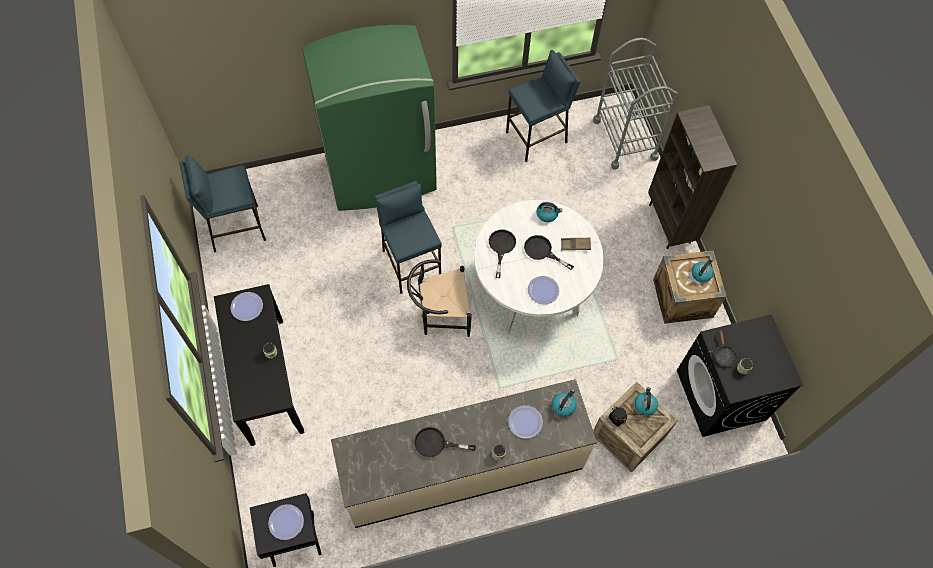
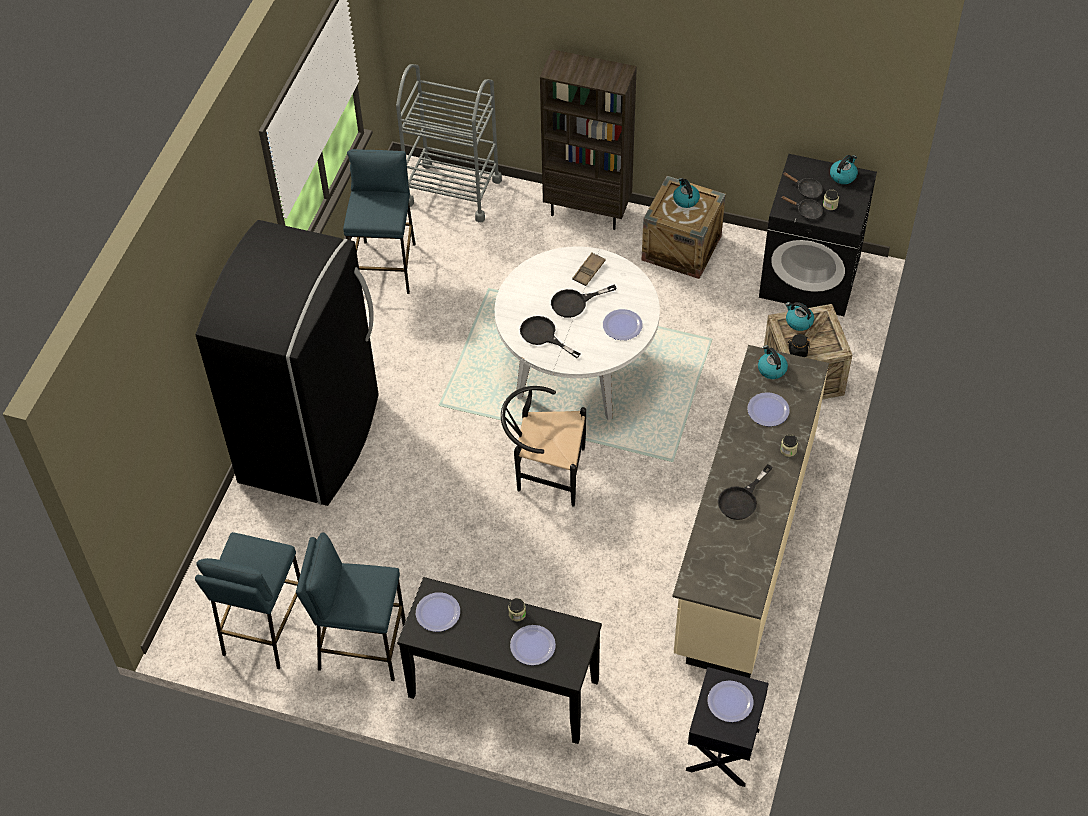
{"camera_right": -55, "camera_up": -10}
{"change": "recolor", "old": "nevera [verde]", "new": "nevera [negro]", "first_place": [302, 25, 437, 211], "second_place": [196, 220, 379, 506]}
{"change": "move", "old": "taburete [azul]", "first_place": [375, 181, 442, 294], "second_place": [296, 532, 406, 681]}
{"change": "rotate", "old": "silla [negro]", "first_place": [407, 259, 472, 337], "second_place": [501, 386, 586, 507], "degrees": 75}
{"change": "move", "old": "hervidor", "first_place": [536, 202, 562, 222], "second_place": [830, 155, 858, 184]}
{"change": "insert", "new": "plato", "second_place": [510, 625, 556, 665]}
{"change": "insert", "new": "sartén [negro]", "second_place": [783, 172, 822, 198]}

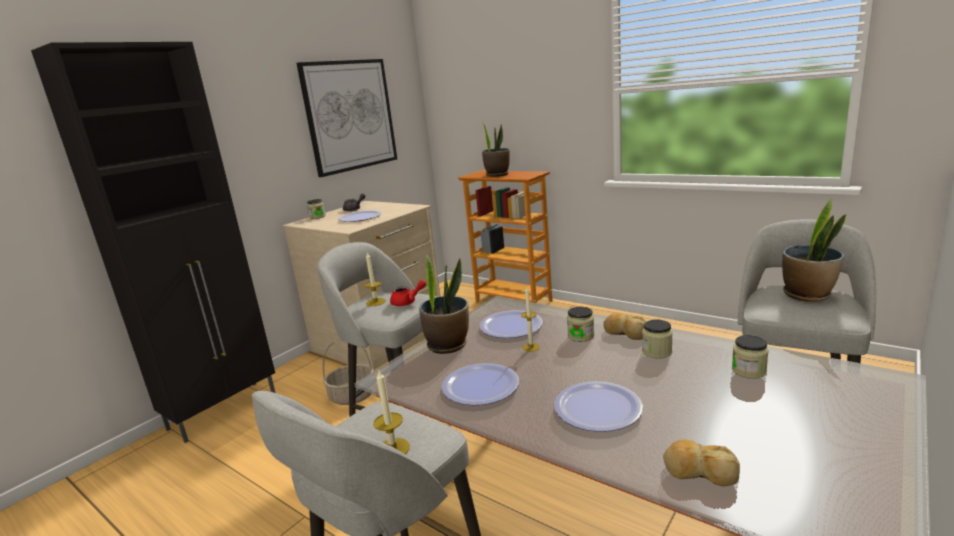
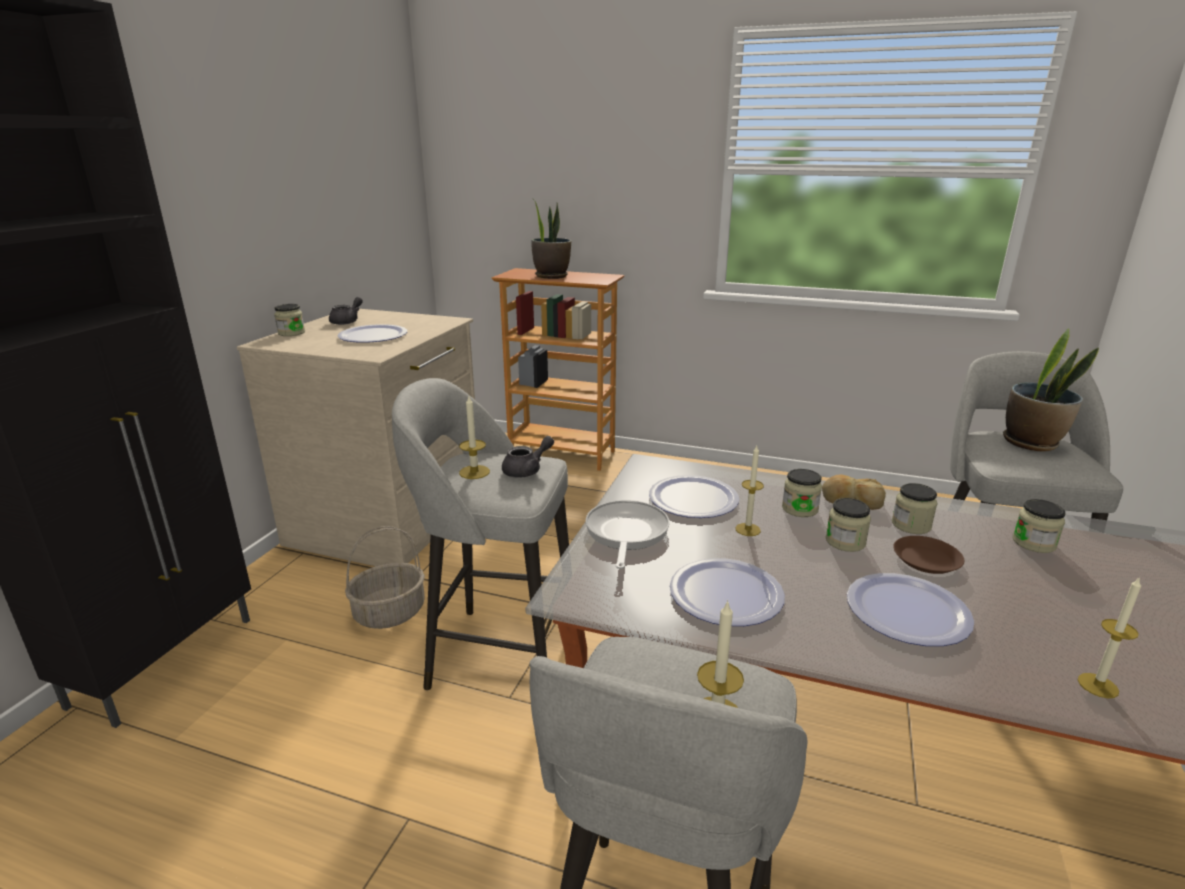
{"camera_right": -20, "camera_up": 5}
{"change": "delete", "old": "cuadro", "first_place": [296, 59, 397, 177]}
{"change": "recolor", "old": "tetera [rojo]", "new": "tetera [gris]", "first_place": [390, 280, 426, 306], "second_place": [502, 436, 554, 478]}
{"change": "replace", "old": "planta en maceta", "new": "sartén", "first_place": [419, 255, 469, 354], "second_place": [585, 500, 670, 569]}
{"change": "replace", "old": "pan", "new": "vela", "first_place": [663, 440, 740, 486], "second_place": [1078, 577, 1141, 698]}
{"change": "insert", "new": "tarro", "second_place": [826, 498, 871, 552]}
{"change": "insert", "new": "plato [marrón]", "second_place": [893, 536, 964, 574]}

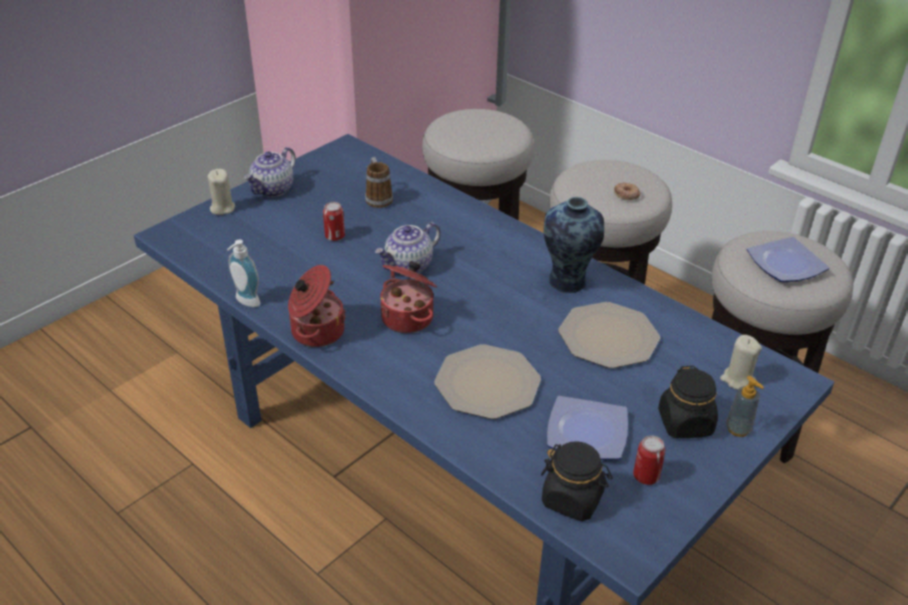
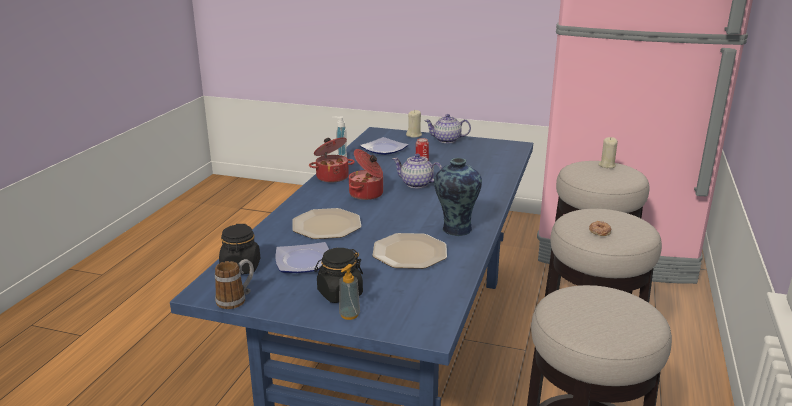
{"camera_right": 65, "camera_up": -15}
{"change": "move", "old": "taza grande", "first_place": [365, 157, 393, 208], "second_place": [215, 259, 254, 309]}
{"change": "delete", "old": "lata", "first_place": [633, 435, 666, 485]}
{"change": "move", "old": "vela [beis]", "first_place": [720, 335, 762, 390], "second_place": [598, 137, 618, 168]}
{"change": "move", "old": "plato", "first_place": [747, 237, 829, 282], "second_place": [360, 137, 408, 155]}

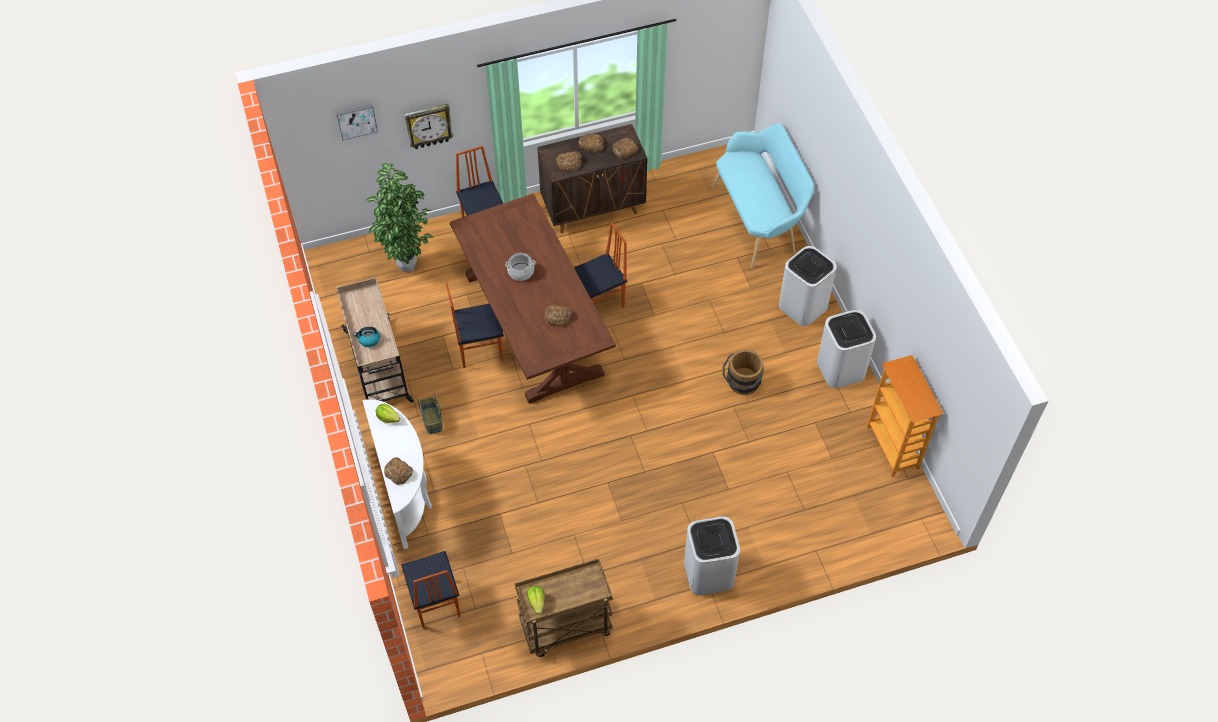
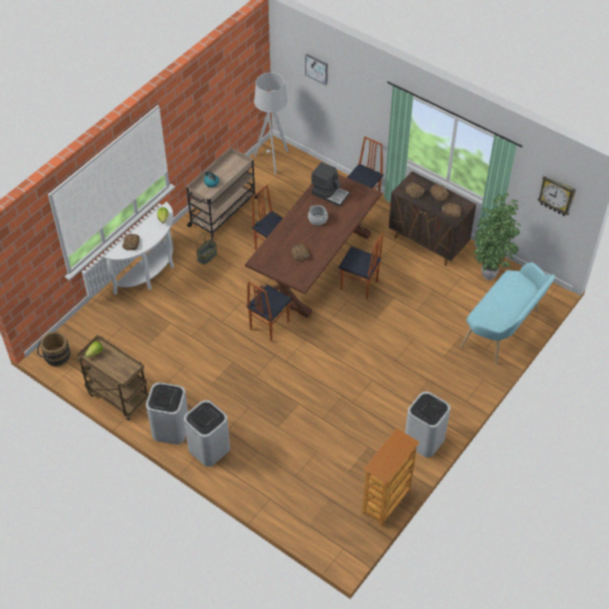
{"camera_right": 55, "camera_up": -5}
{"change": "move", "old": "planta en maceta", "first_place": [366, 163, 433, 272], "second_place": [474, 193, 522, 280]}
{"change": "move", "old": "silla", "first_place": [401, 551, 461, 629], "second_place": [247, 281, 292, 341]}
{"change": "move", "old": "reloj de pared", "first_place": [404, 103, 453, 149], "second_place": [538, 174, 576, 216]}
{"change": "move", "old": "cubo [marrón]", "first_place": [723, 350, 764, 395], "second_place": [37, 331, 70, 367]}
{"change": "move", "old": "papelera [blanco]", "first_place": [779, 246, 837, 326], "second_place": [146, 382, 188, 444]}
{"change": "insert", "new": "lámpara de pie [gris]", "second_place": [254, 72, 288, 174]}
{"change": "insert", "new": "cafetera", "second_place": [311, 162, 349, 207]}

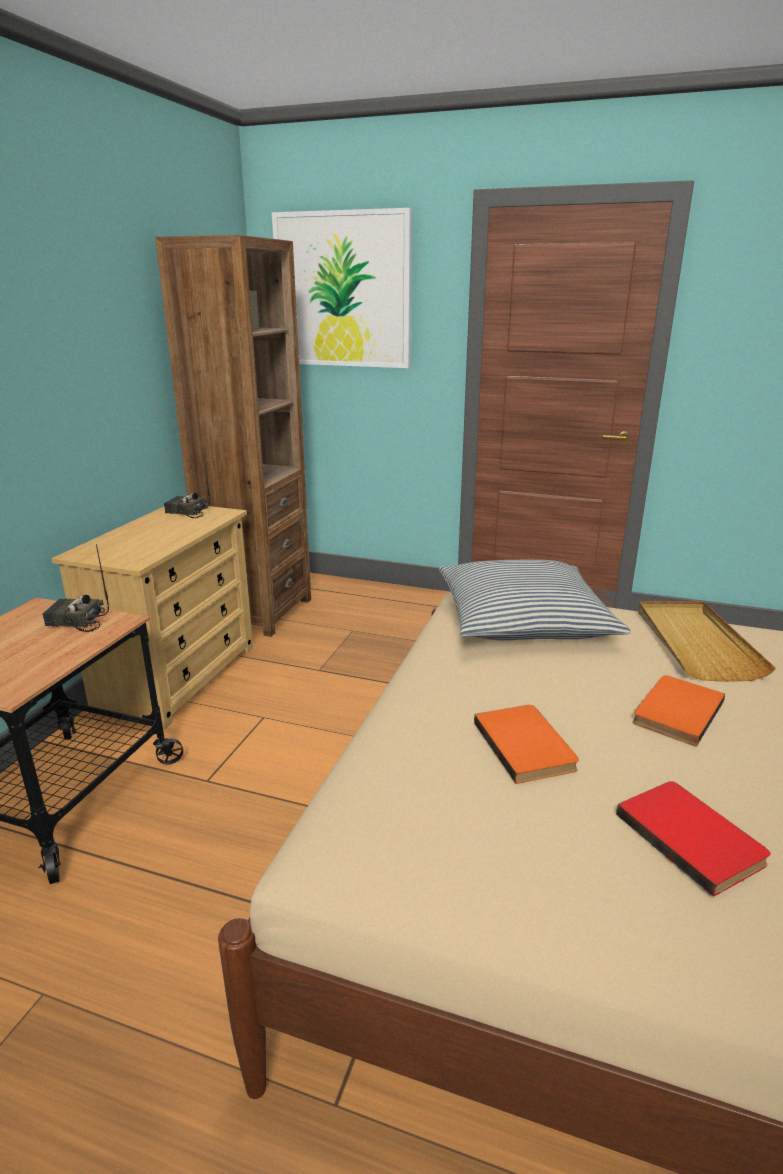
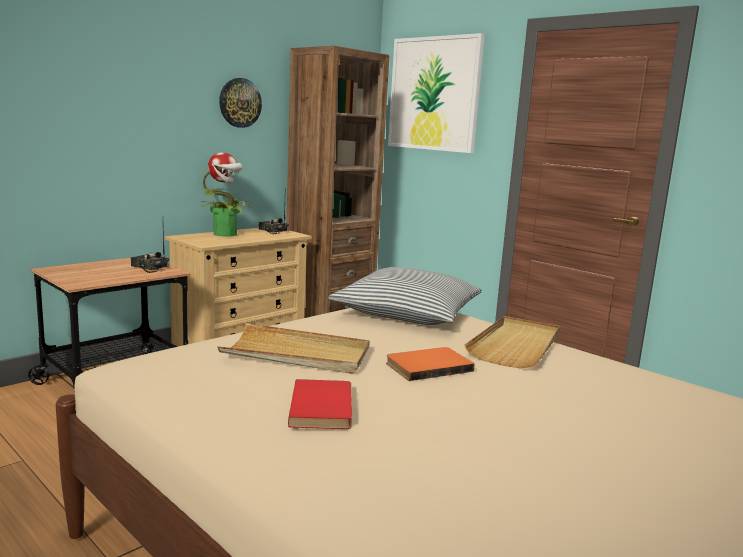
{"camera_right": 25, "camera_up": -10}
{"change": "replace", "old": "libro [naranja]", "new": "bandeja [beis]", "first_place": [474, 705, 579, 784], "second_place": [218, 323, 370, 374]}
{"change": "insert", "new": "planta en maceta", "second_place": [202, 152, 253, 236]}
{"change": "insert", "new": "reloj de pared", "second_place": [219, 78, 262, 128]}

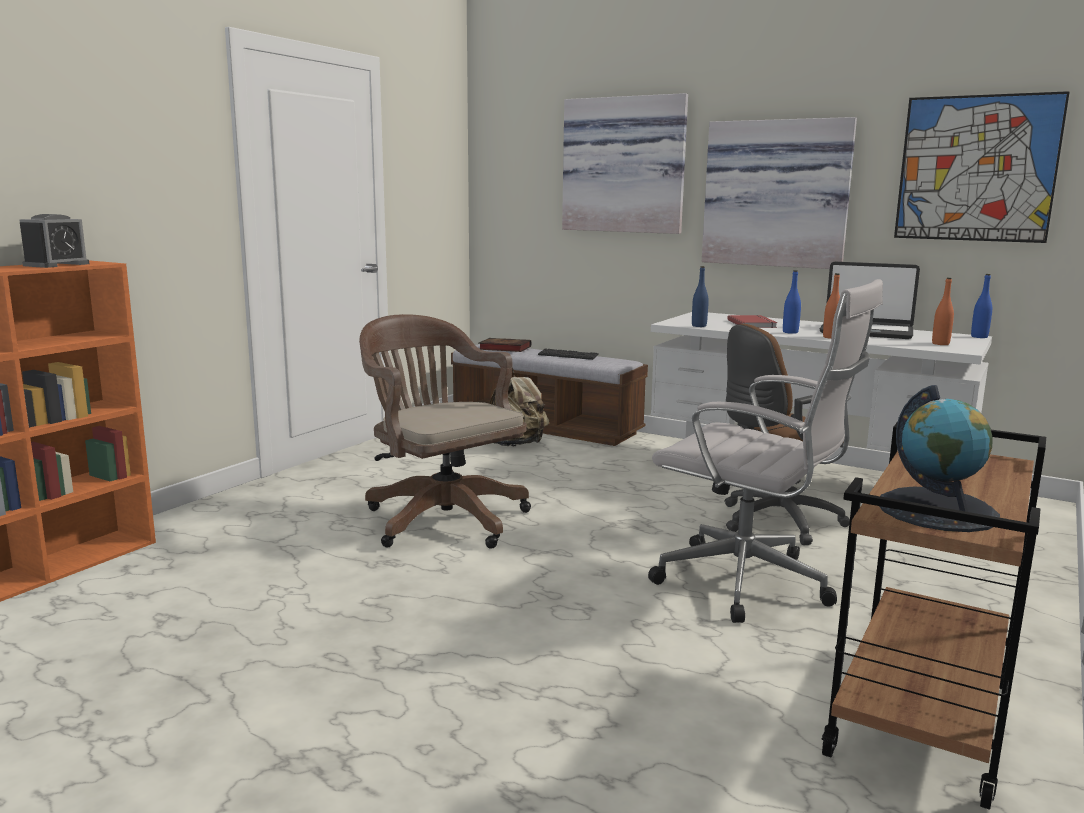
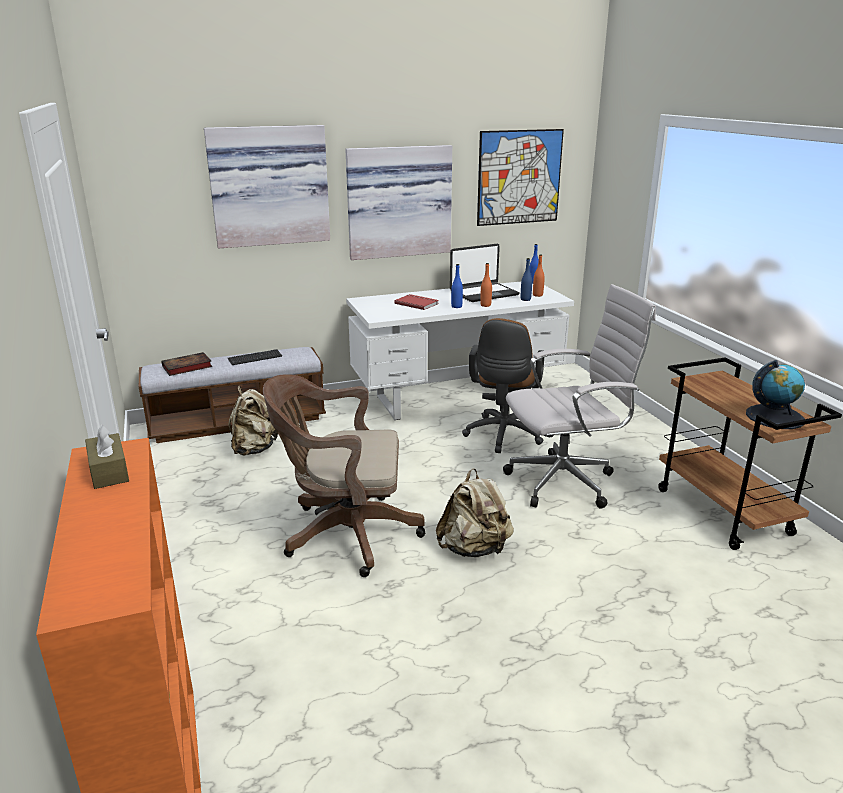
{"camera_right": -50, "camera_up": 10}
{"change": "replace", "old": "despertador", "new": "caja de pañuelos [marrón]", "first_place": [19, 214, 89, 268], "second_place": [85, 425, 129, 489]}
{"change": "move", "old": "botella [azul]", "first_place": [692, 266, 709, 327], "second_place": [521, 258, 532, 301]}
{"change": "insert", "new": "mochila [beis]", "second_place": [436, 468, 514, 557]}

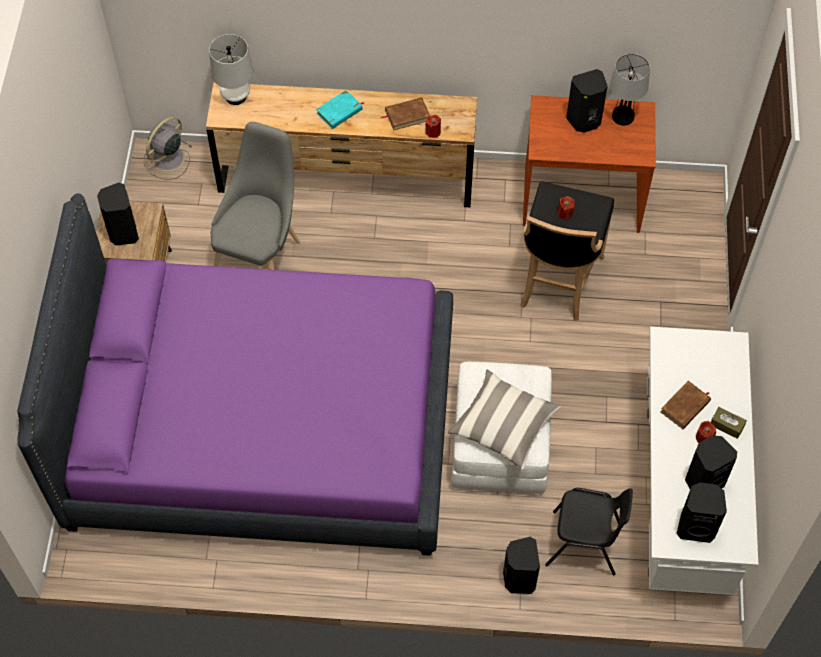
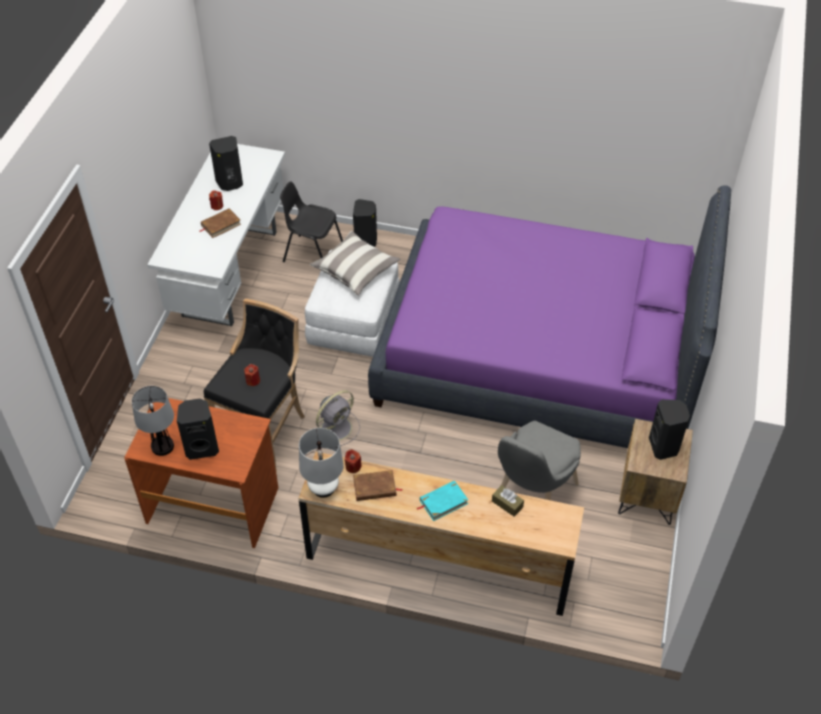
{"camera_right": -170, "camera_up": -10}
{"change": "move", "old": "ventilador [gris]", "first_place": [143, 117, 192, 180], "second_place": [316, 390, 360, 446]}
{"change": "move", "old": "lámpara de mesa [blanco]", "first_place": [209, 34, 253, 105], "second_place": [299, 428, 344, 498]}
{"change": "delete", "old": "altavoz [negro]", "first_place": [676, 482, 727, 543]}
{"change": "move", "old": "caja de pañuelos [marrón]", "first_place": [711, 407, 747, 439], "second_place": [492, 485, 524, 517]}

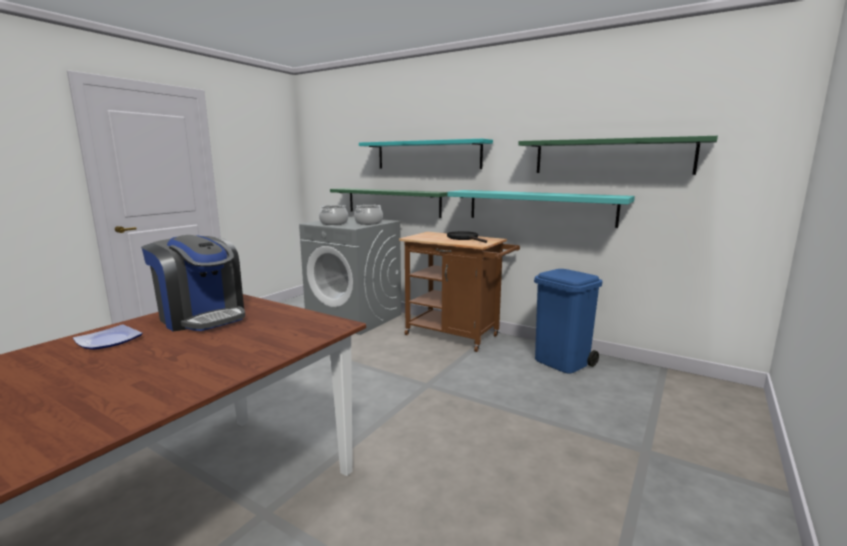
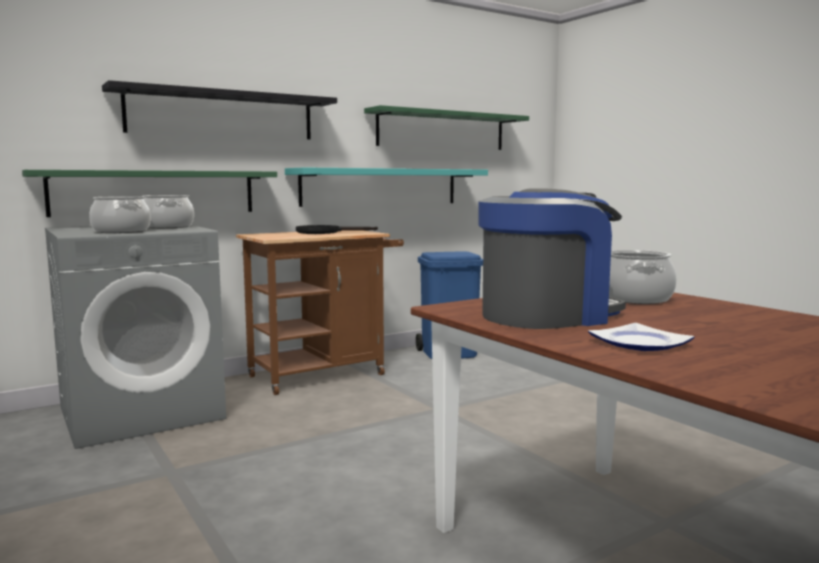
{"camera_right": -65, "camera_up": -5}
{"change": "recolor", "old": "estante [turquesa]", "new": "estante [negro]", "first_place": [359, 139, 493, 169], "second_place": [102, 80, 337, 139]}
{"change": "insert", "new": "olla", "second_place": [609, 250, 676, 304]}

